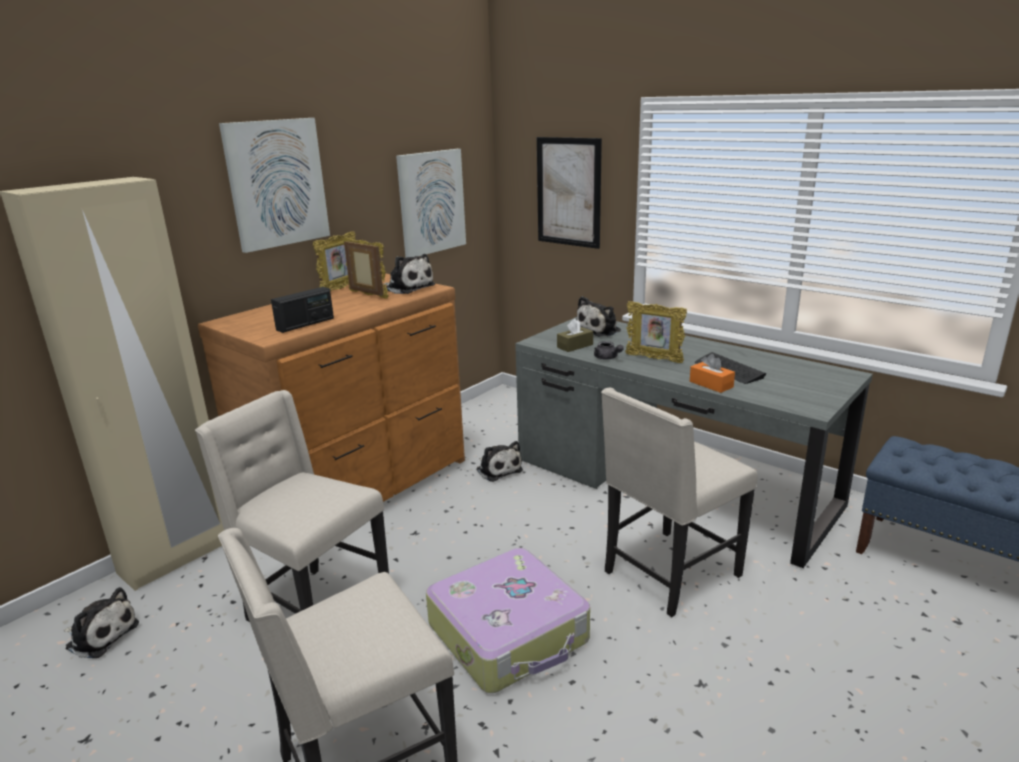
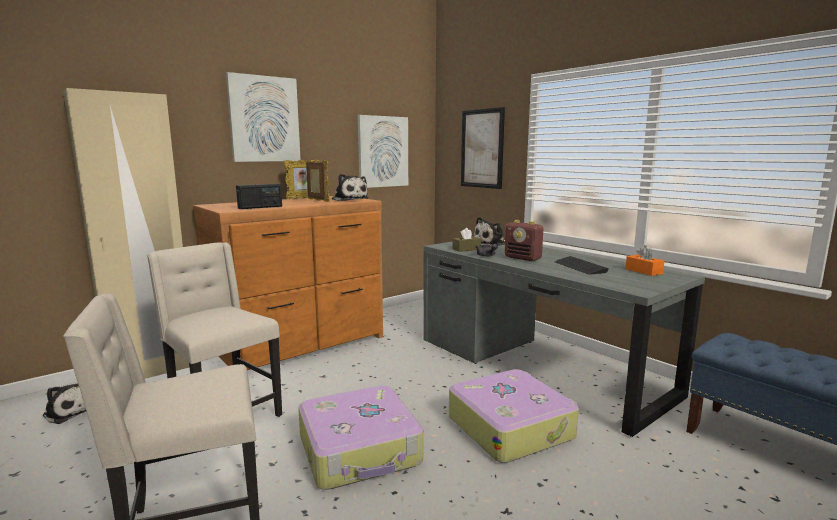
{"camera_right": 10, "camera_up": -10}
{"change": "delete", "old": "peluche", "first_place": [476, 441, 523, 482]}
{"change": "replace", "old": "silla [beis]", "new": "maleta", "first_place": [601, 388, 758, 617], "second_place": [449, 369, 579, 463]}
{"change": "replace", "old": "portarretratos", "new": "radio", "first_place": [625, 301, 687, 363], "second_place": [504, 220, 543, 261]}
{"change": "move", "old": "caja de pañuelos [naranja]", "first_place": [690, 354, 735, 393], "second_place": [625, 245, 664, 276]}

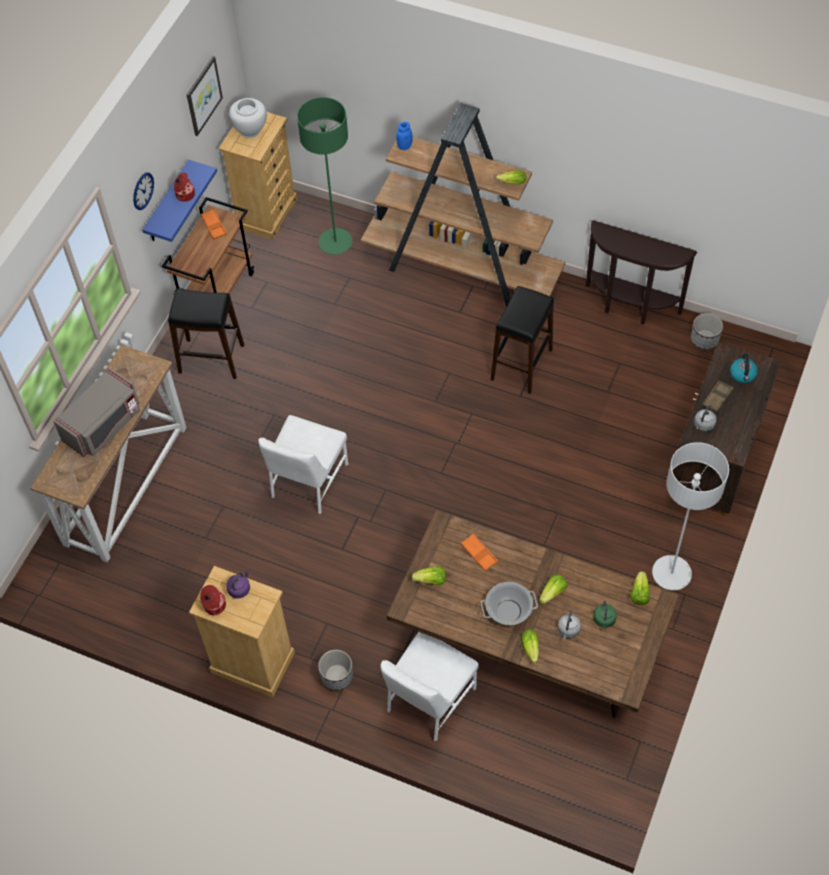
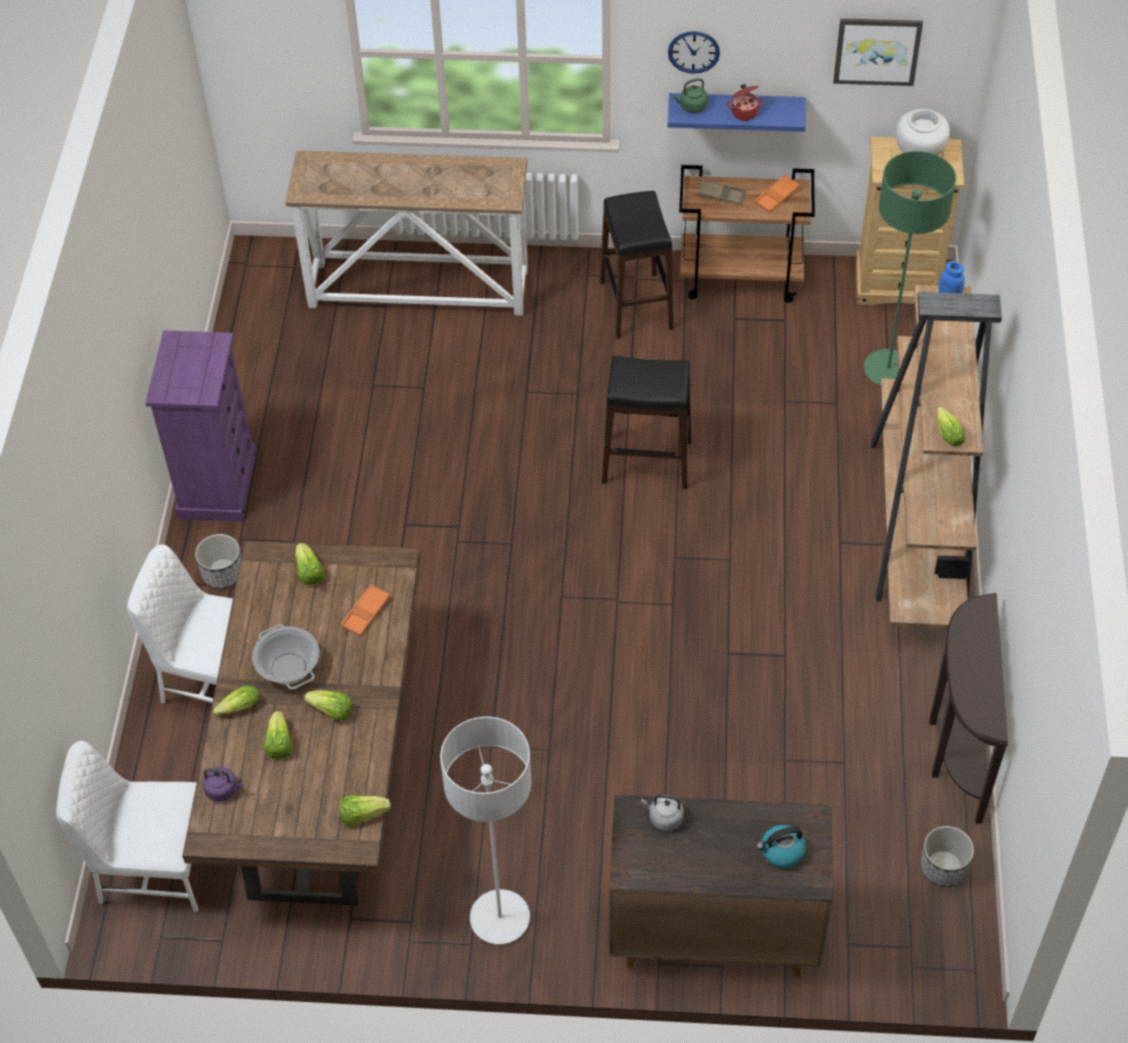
{"camera_right": 70, "camera_up": -5}
{"change": "delete", "old": "microondas [gris]", "first_place": [53, 368, 140, 457]}
{"change": "recolor", "old": "cómoda [beis]", "new": "cómoda [morado]", "first_place": [189, 566, 295, 697], "second_place": [146, 330, 257, 522]}
{"change": "delete", "old": "olla", "first_place": [200, 585, 226, 615]}
{"change": "move", "old": "hervidor [morado]", "first_place": [226, 569, 250, 598], "second_place": [202, 767, 243, 801]}
{"change": "move", "old": "silla [blanco]", "first_place": [258, 415, 348, 515], "second_place": [56, 741, 198, 912]}
{"change": "move", "old": "taburete [negro]", "first_place": [491, 286, 554, 394], "second_place": [602, 356, 691, 489]}
{"change": "replace", "old": "hervidor [gris]", "new": "lechuga", "first_place": [558, 611, 581, 639], "second_place": [263, 711, 293, 759]}
{"change": "move", "old": "hervidor [verde]", "first_place": [593, 601, 617, 630], "second_place": [673, 78, 708, 113]}
{"change": "move", "old": "bandeja [marrón]", "first_place": [703, 381, 733, 412], "second_place": [698, 179, 746, 205]}

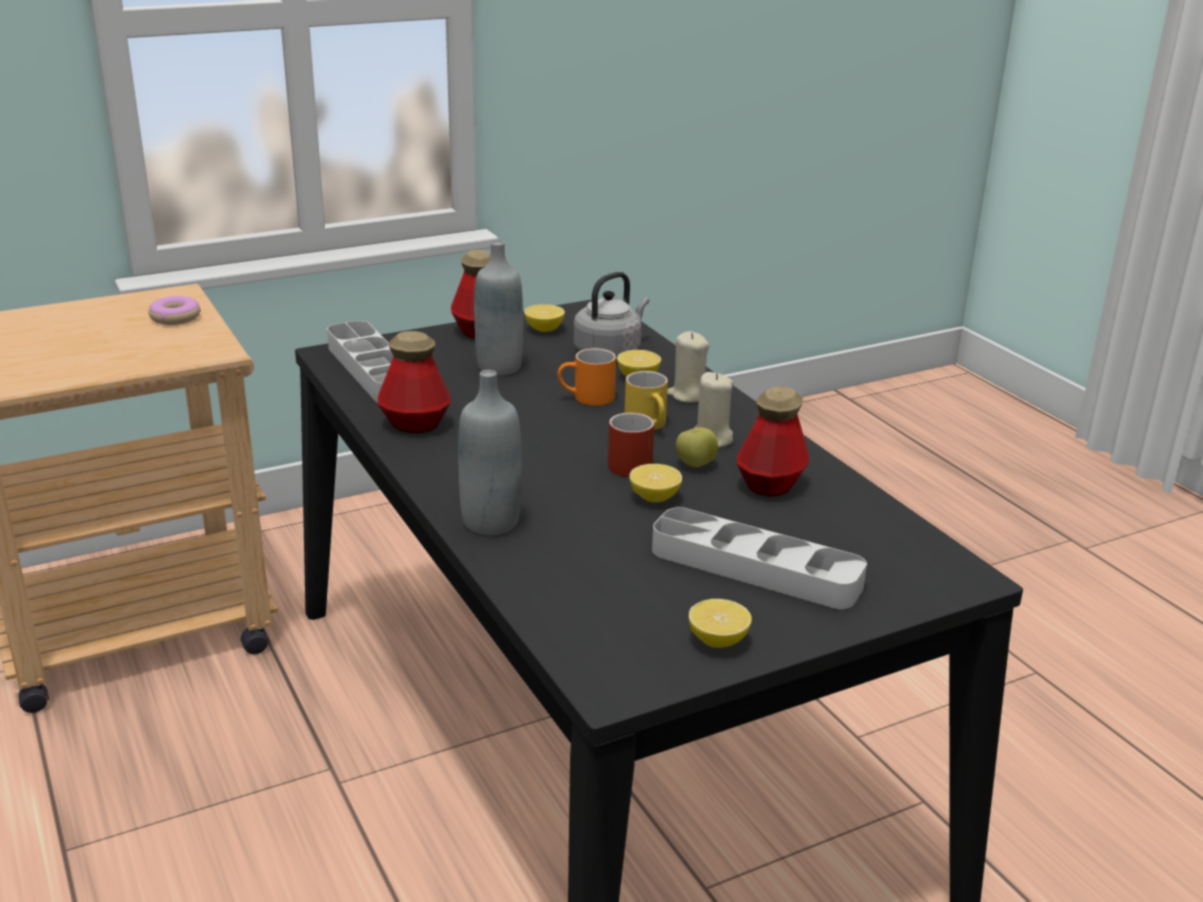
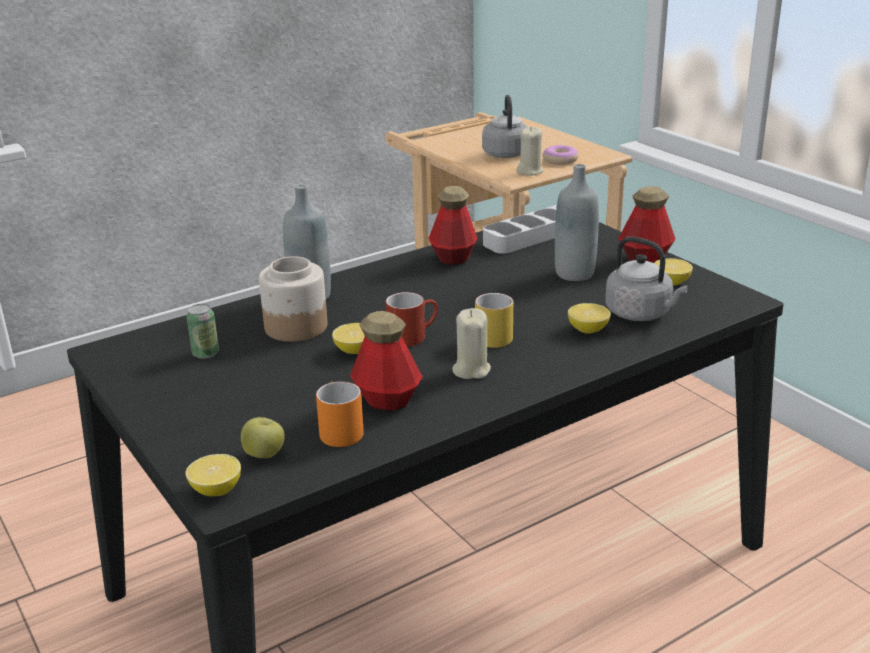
{"camera_right": 85, "camera_up": 0}
{"change": "move", "old": "taza grande [naranja]", "first_place": [557, 348, 616, 406], "second_place": [316, 381, 364, 447]}
{"change": "delete", "old": "bandeja [gris]", "first_place": [652, 507, 867, 609]}
{"change": "move", "old": "vela [beis]", "first_place": [667, 331, 709, 403], "second_place": [516, 126, 544, 176]}
{"change": "move", "old": "manzana", "first_place": [676, 427, 718, 467], "second_place": [241, 417, 285, 458]}
{"change": "move", "old": "limón", "first_place": [688, 599, 752, 648], "second_place": [185, 454, 241, 496]}
{"change": "insert", "new": "lata", "second_place": [186, 304, 219, 359]}
{"change": "insert", "new": "tarro", "second_place": [259, 256, 327, 342]}
{"change": "insert", "new": "hervidor [gris]", "second_place": [482, 95, 528, 158]}

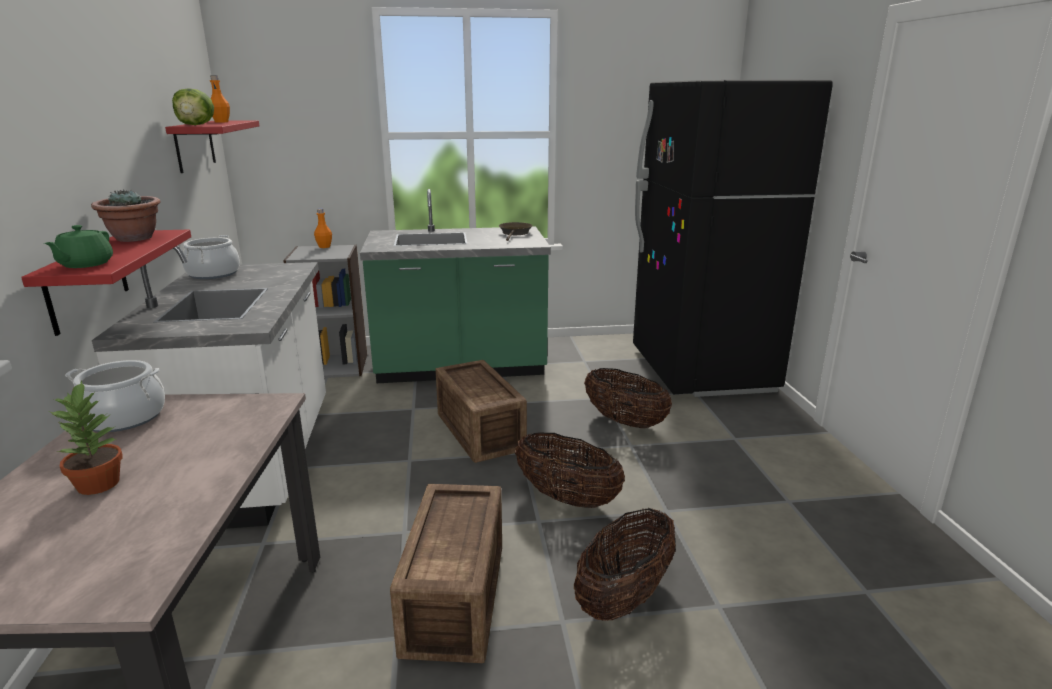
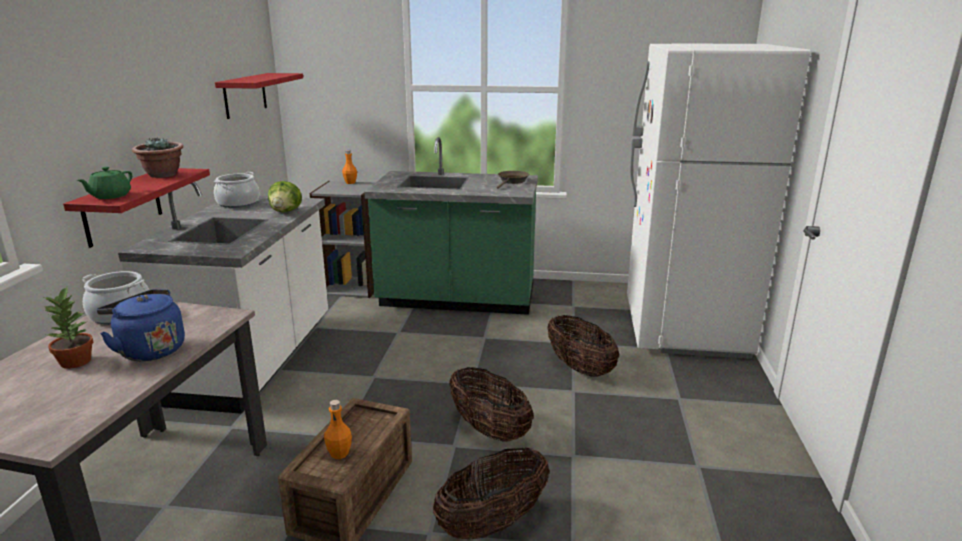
{"camera_right": 15, "camera_up": 0}
{"change": "move", "old": "lechuga", "first_place": [172, 88, 214, 125], "second_place": [268, 181, 302, 212]}
{"change": "move", "old": "botella [naranja]", "first_place": [210, 75, 230, 123], "second_place": [324, 400, 352, 459]}
{"change": "delete", "old": "caja de embalaje", "first_place": [435, 360, 527, 463]}
{"change": "recolor", "old": "nevera [negro]", "new": "nevera [blanco]", "first_place": [633, 80, 833, 397], "second_place": [627, 43, 810, 359]}
{"change": "insert", "new": "hervidor [azul]", "second_place": [97, 289, 185, 361]}

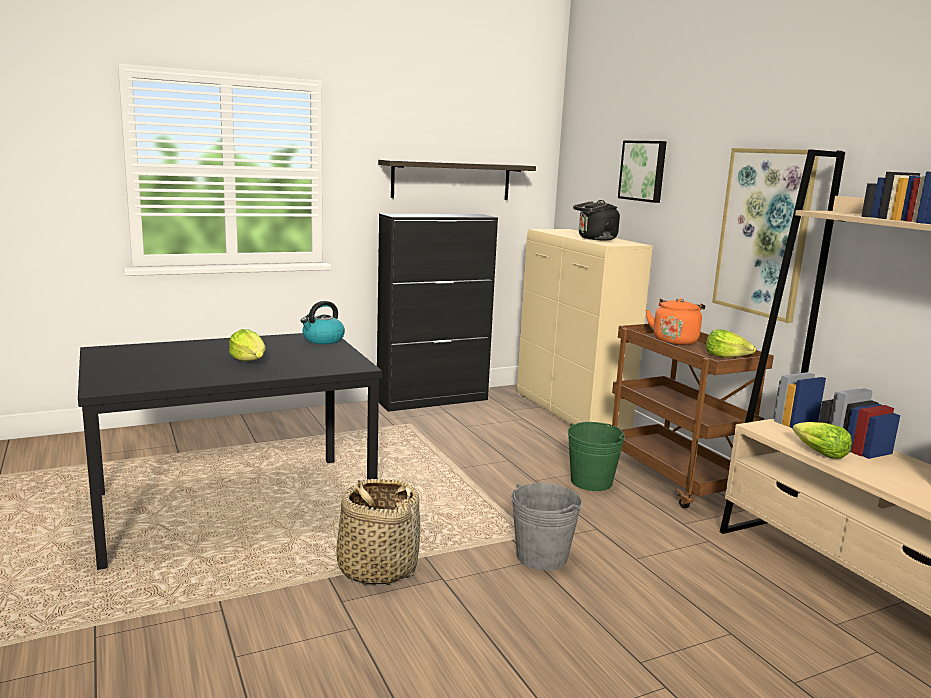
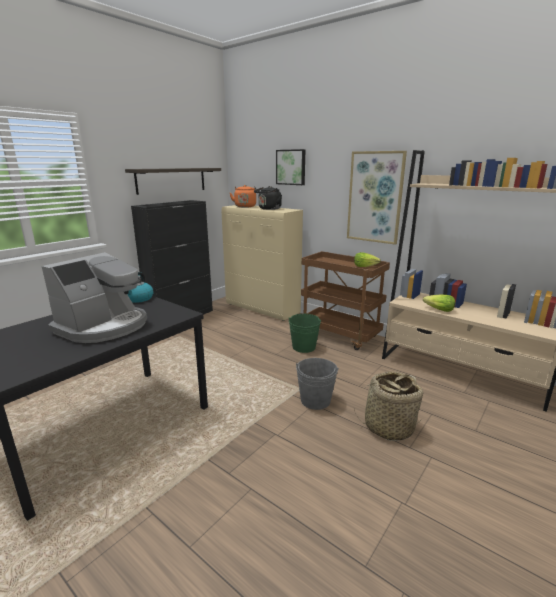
{"camera_right": -25, "camera_up": 5}
{"change": "replace", "old": "lechuga", "new": "cafetera", "first_place": [229, 329, 266, 361], "second_place": [42, 252, 147, 343]}
{"change": "move", "old": "cesta", "first_place": [333, 479, 421, 586], "second_place": [354, 371, 424, 441]}
{"change": "move", "old": "hervidor [naranja]", "first_place": [646, 298, 705, 345], "second_place": [230, 185, 256, 208]}

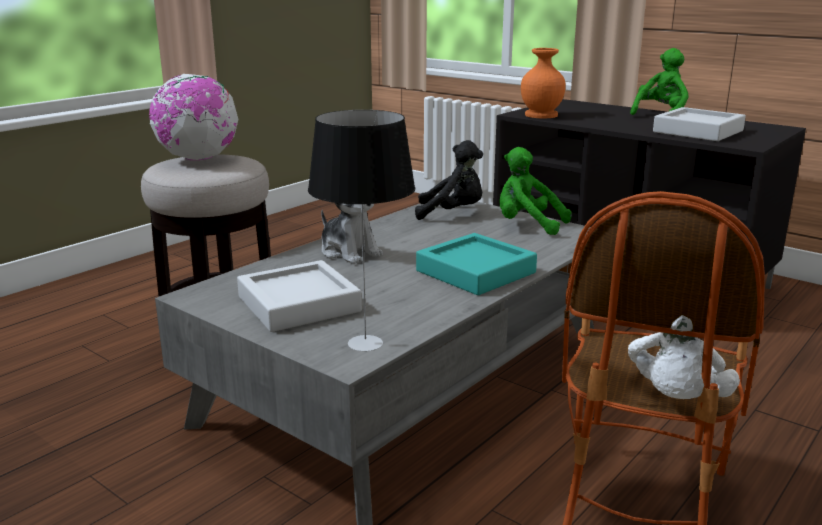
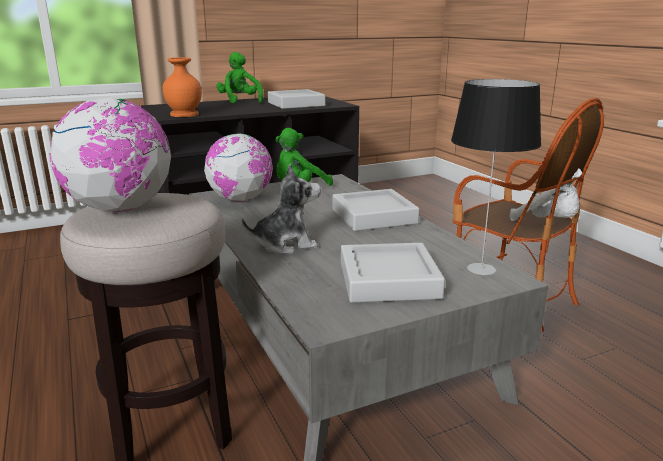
{"camera_right": -65, "camera_up": 0}
{"change": "replace", "old": "peluche [negro]", "new": "globo terráqueo", "first_place": [415, 140, 483, 220], "second_place": [204, 133, 273, 201]}
{"change": "recolor", "old": "bandeja [turquesa]", "new": "bandeja [gris]", "first_place": [416, 233, 537, 295], "second_place": [332, 189, 419, 231]}

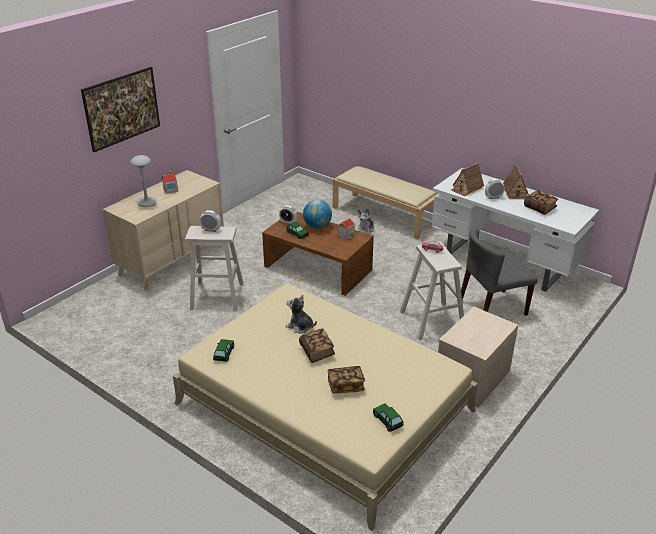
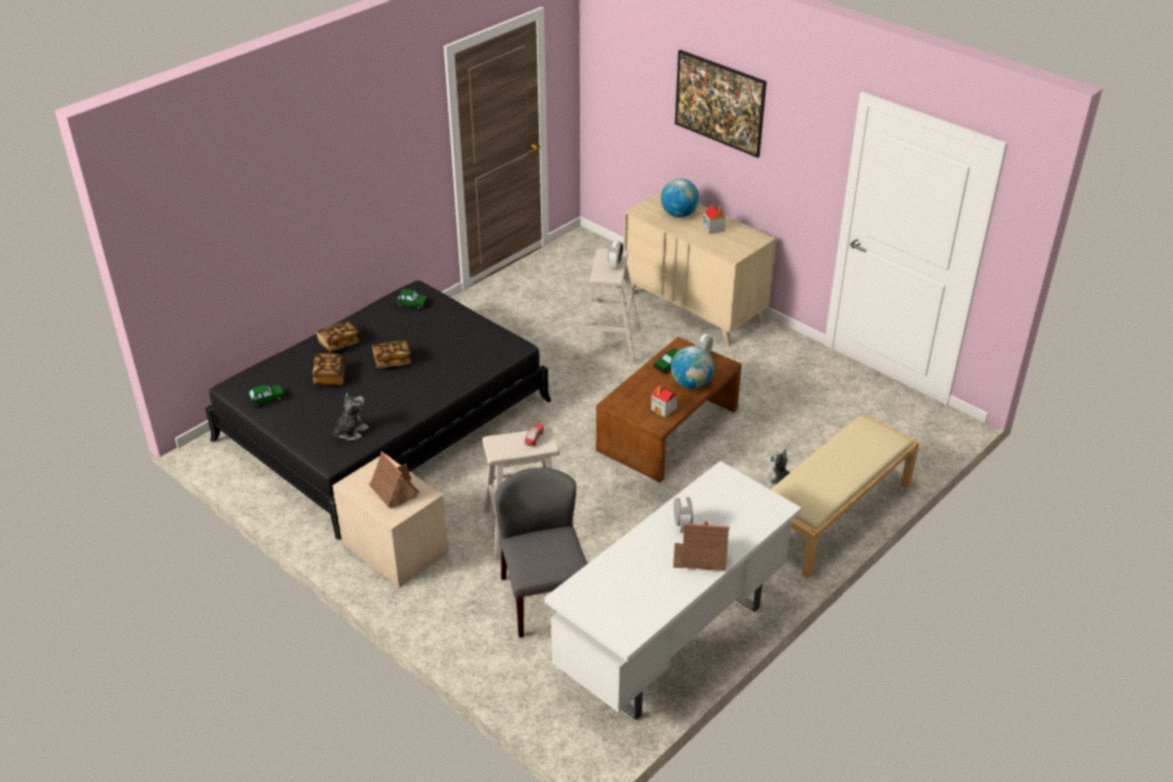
{"camera_right": 95, "camera_up": 5}
{"change": "replace", "old": "lámpara de mesa [gris]", "new": "globo terráqueo", "first_place": [130, 155, 157, 207], "second_place": [661, 179, 699, 217]}
{"change": "recolor", "old": "cama [beis]", "new": "cama [negro]", "first_place": [173, 284, 478, 531], "second_place": [205, 280, 552, 540]}
{"change": "move", "old": "peluche", "first_place": [286, 295, 317, 334], "second_place": [332, 394, 369, 441]}
{"change": "move", "old": "casita", "first_place": [451, 163, 484, 196], "second_place": [369, 451, 420, 509]}
{"change": "move", "old": "libro", "first_place": [524, 190, 558, 215], "second_place": [316, 321, 360, 352]}

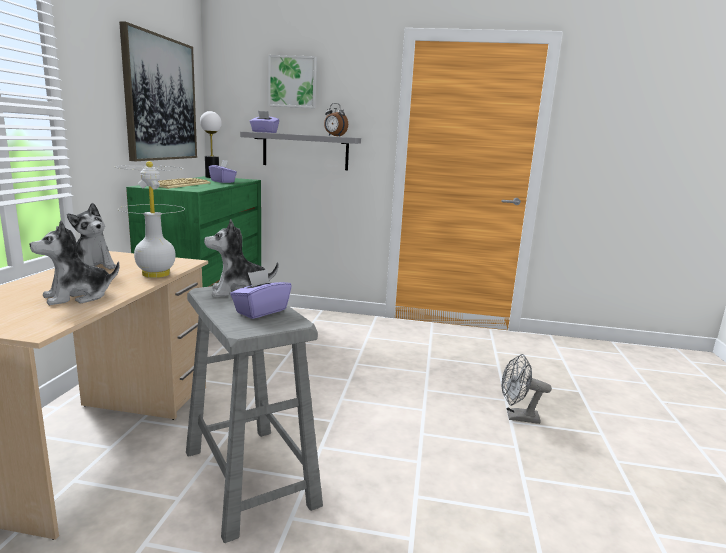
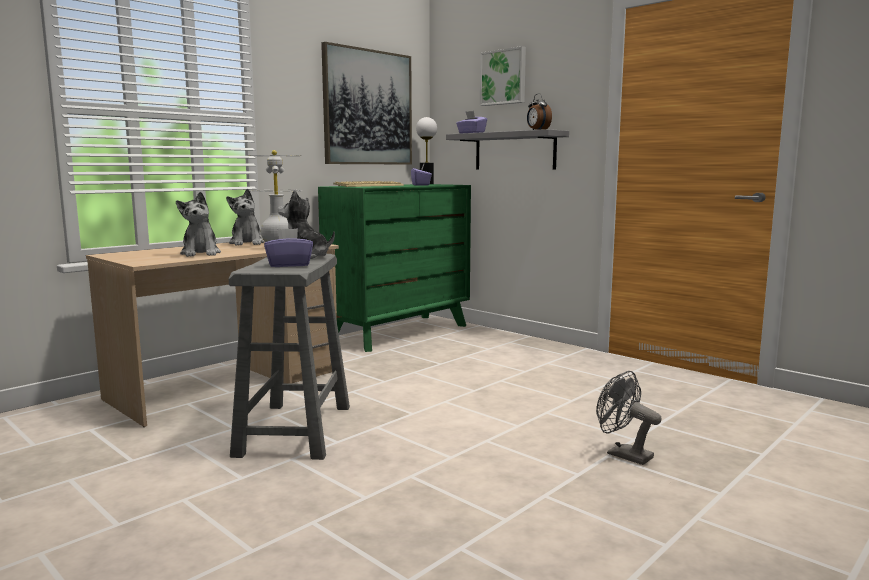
{"camera_right": 35, "camera_up": -5}
{"change": "rotate", "old": "peluche", "first_place": [29, 221, 119, 305], "second_place": [176, 192, 221, 257], "degrees": -105}

